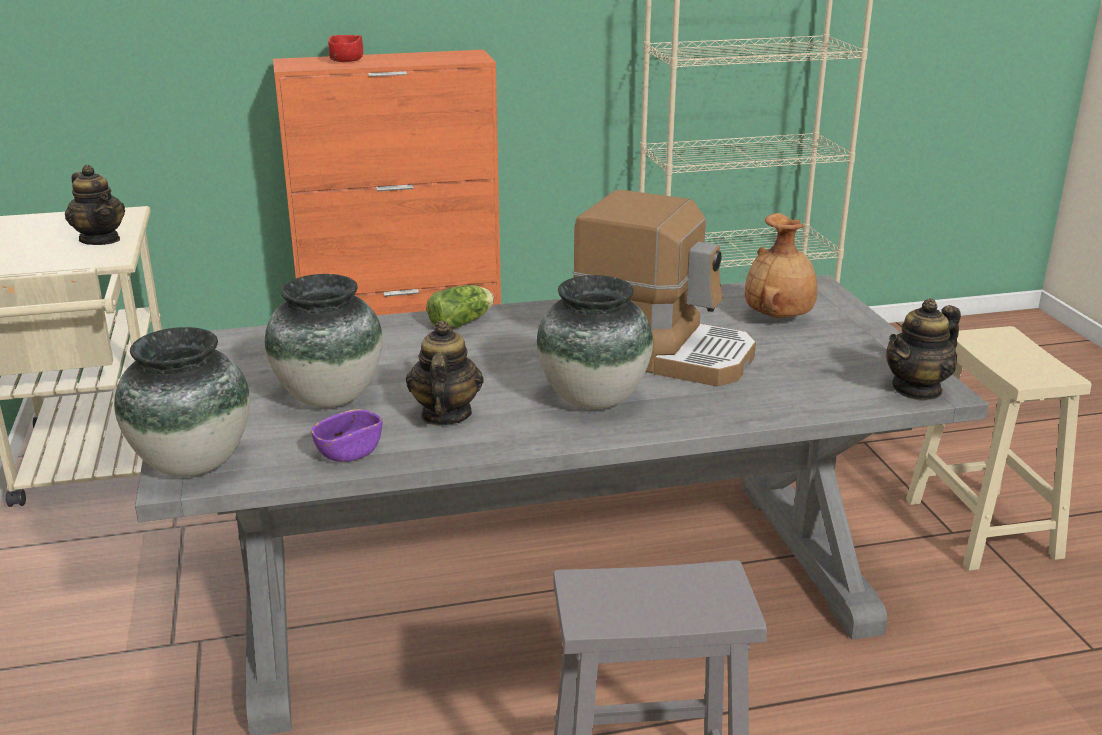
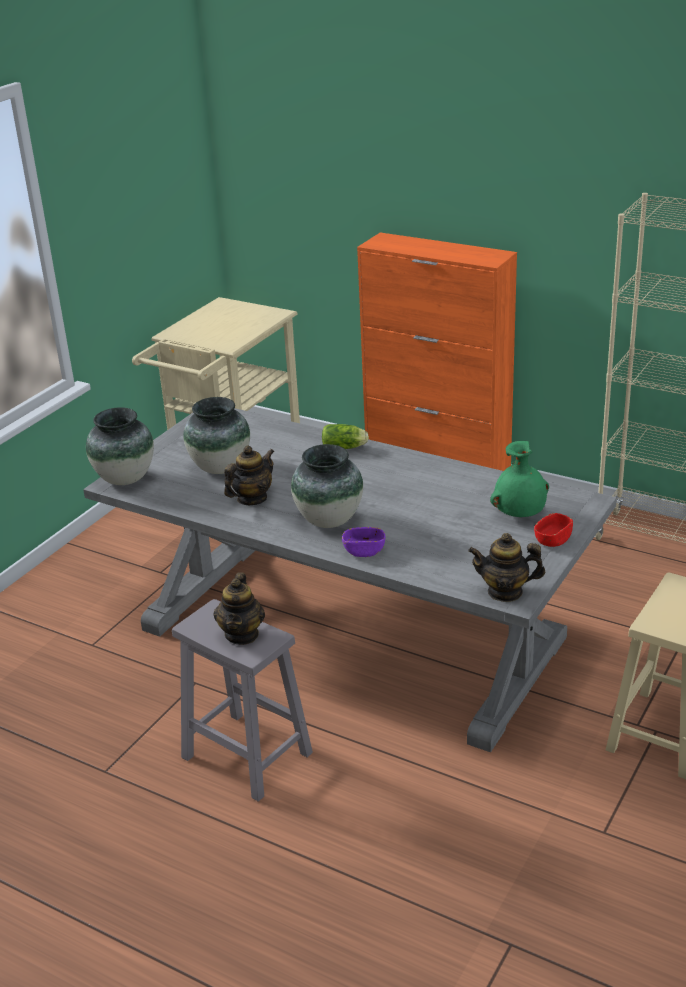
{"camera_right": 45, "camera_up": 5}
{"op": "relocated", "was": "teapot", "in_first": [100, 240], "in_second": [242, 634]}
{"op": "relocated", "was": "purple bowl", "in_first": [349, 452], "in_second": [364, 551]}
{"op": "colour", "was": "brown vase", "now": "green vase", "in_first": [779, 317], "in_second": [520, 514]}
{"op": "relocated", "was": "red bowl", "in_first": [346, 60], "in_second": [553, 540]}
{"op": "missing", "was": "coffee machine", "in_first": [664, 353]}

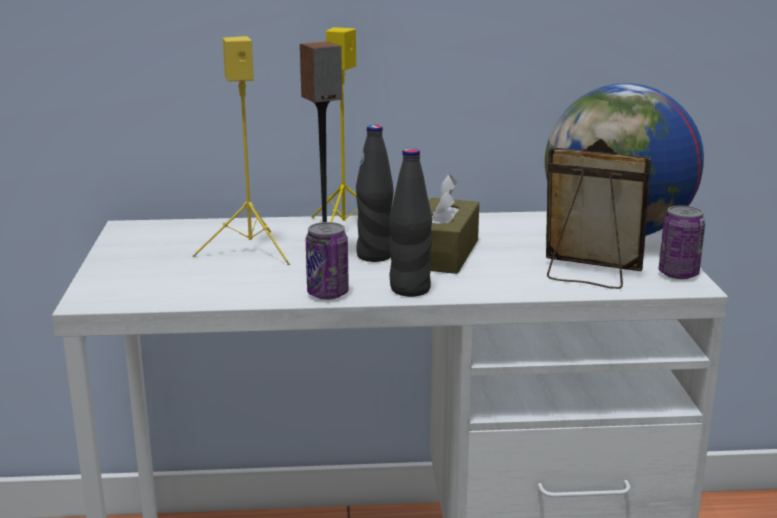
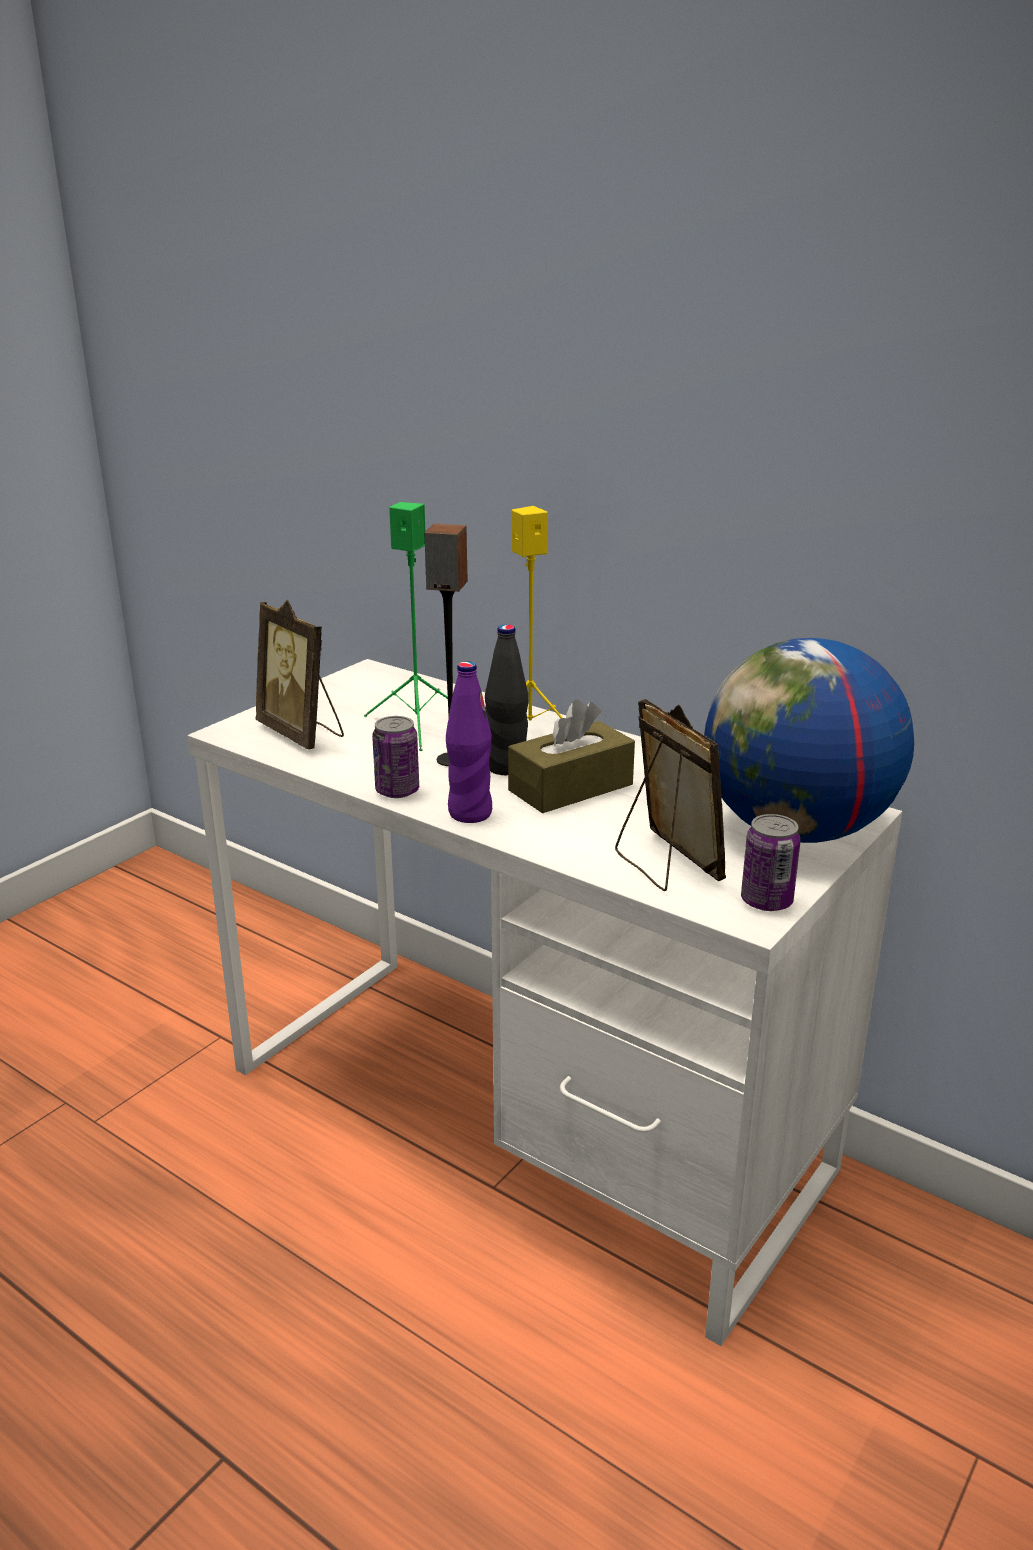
{"camera_right": 40, "camera_up": 5}
{"op": "appeared", "now": "picture frame", "in_second": [302, 733]}
{"op": "colour", "was": "yellow speaker", "now": "green speaker", "in_first": [250, 250], "in_second": [418, 724]}
{"op": "colour", "was": "black bottle", "now": "purple bottle", "in_first": [410, 289], "in_second": [470, 813]}

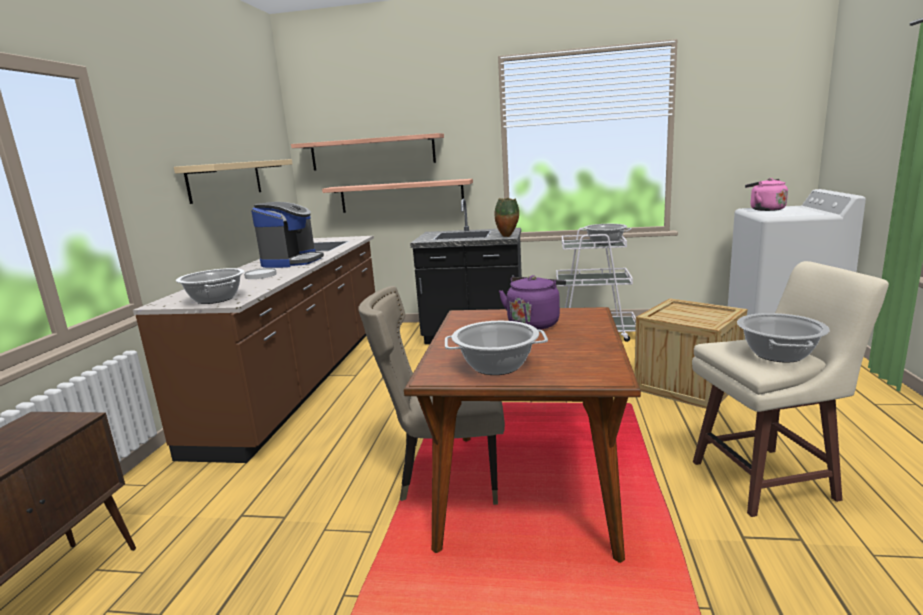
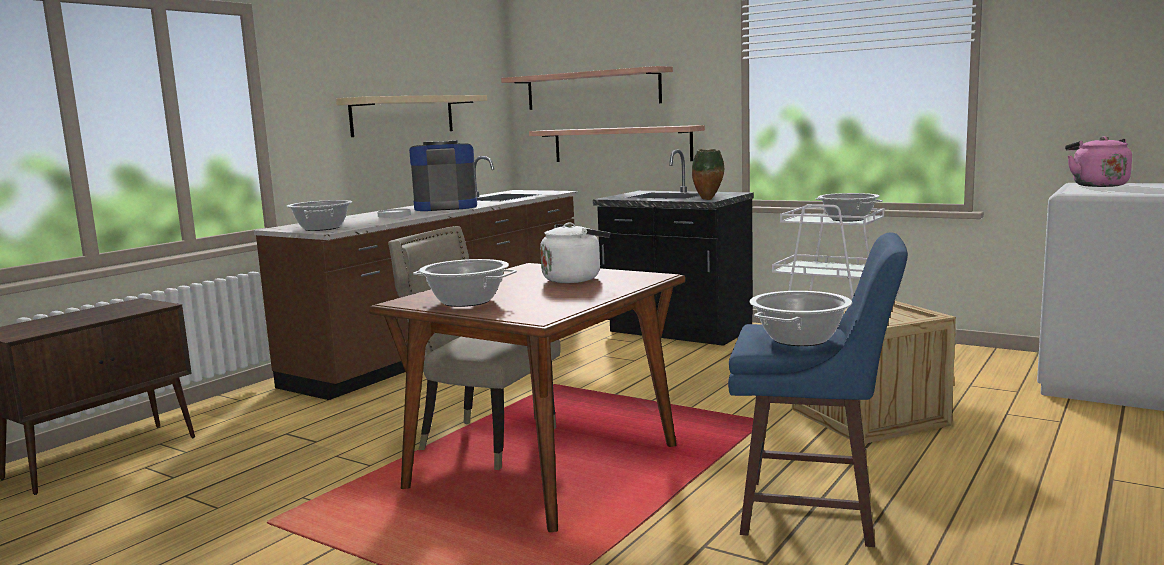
{"camera_right": 25, "camera_up": -5}
{"op": "spun", "was": "coffee machine", "in_first": [292, 261], "in_second": [445, 207], "clockwise": -135}
{"op": "colour", "was": "purple kettle", "now": "white kettle", "in_first": [534, 323], "in_second": [574, 279]}
{"op": "colour", "was": "beige stool", "now": "blue stool", "in_first": [767, 480], "in_second": [813, 513]}

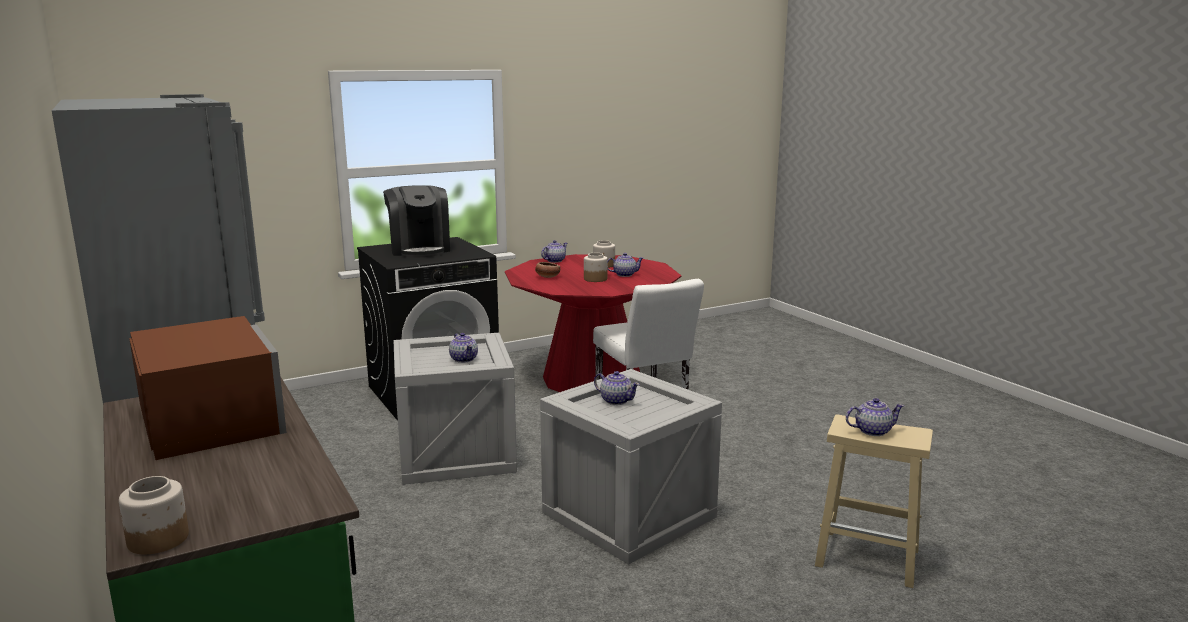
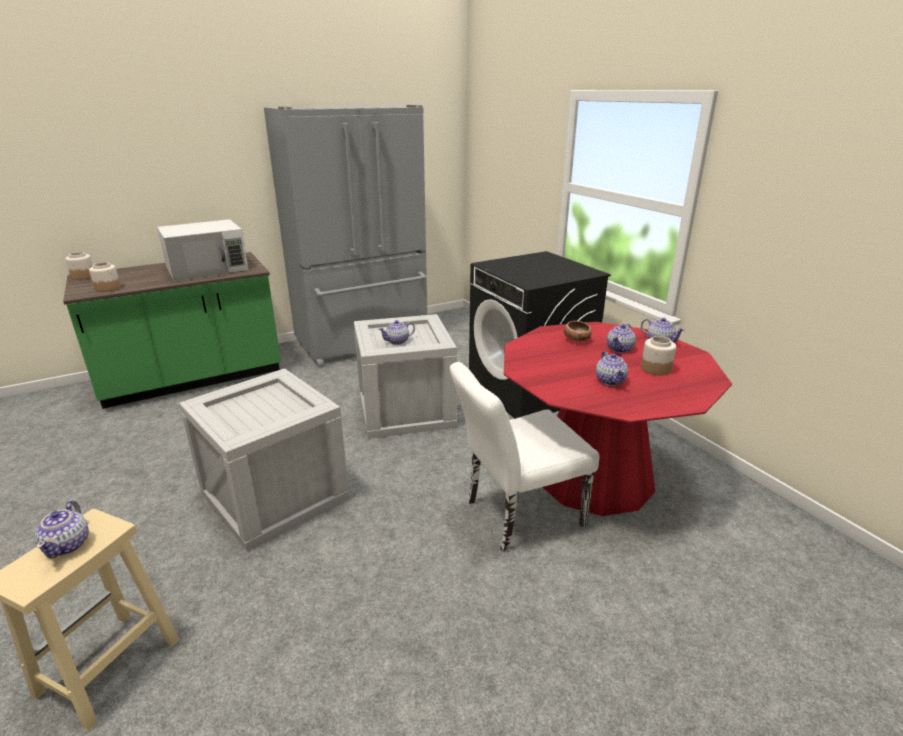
{"camera_right": 90, "camera_up": 10}
{"op": "relocated", "was": "jar", "in_first": [595, 279], "in_second": [108, 288]}
{"op": "colour", "was": "brown microwave", "now": "white microwave", "in_first": [211, 419], "in_second": [207, 268]}
{"op": "relocated", "was": "teapot", "in_first": [616, 400], "in_second": [620, 349]}
{"op": "missing", "was": "coffee machine", "in_first": [419, 249]}

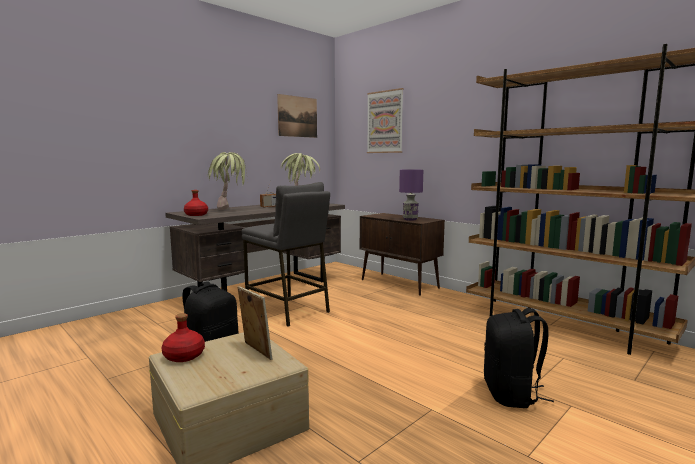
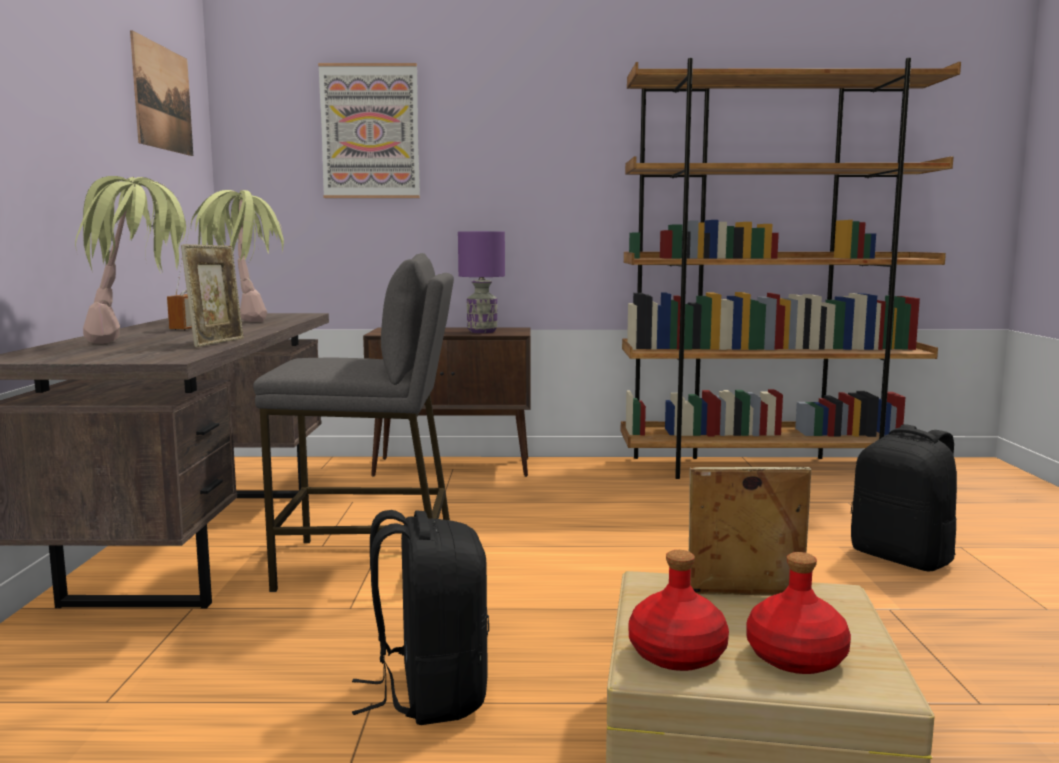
{"camera_right": -45, "camera_up": 0}
{"op": "appeared", "now": "picture frame", "in_second": [217, 343]}
{"op": "relocated", "was": "red bottle", "in_first": [196, 215], "in_second": [795, 658]}

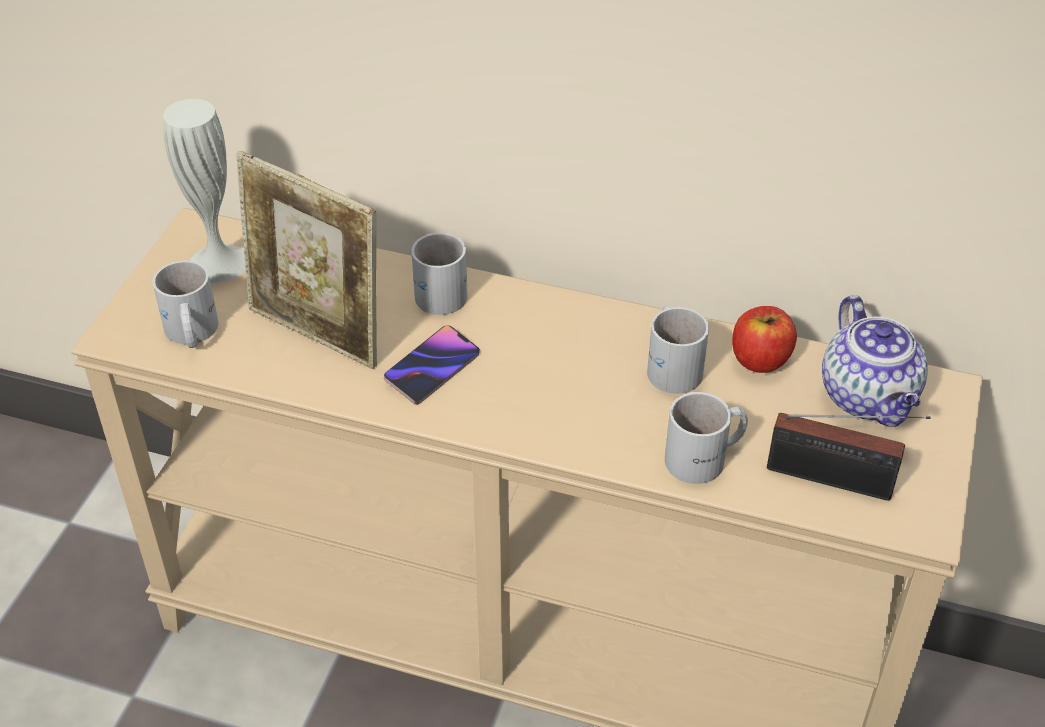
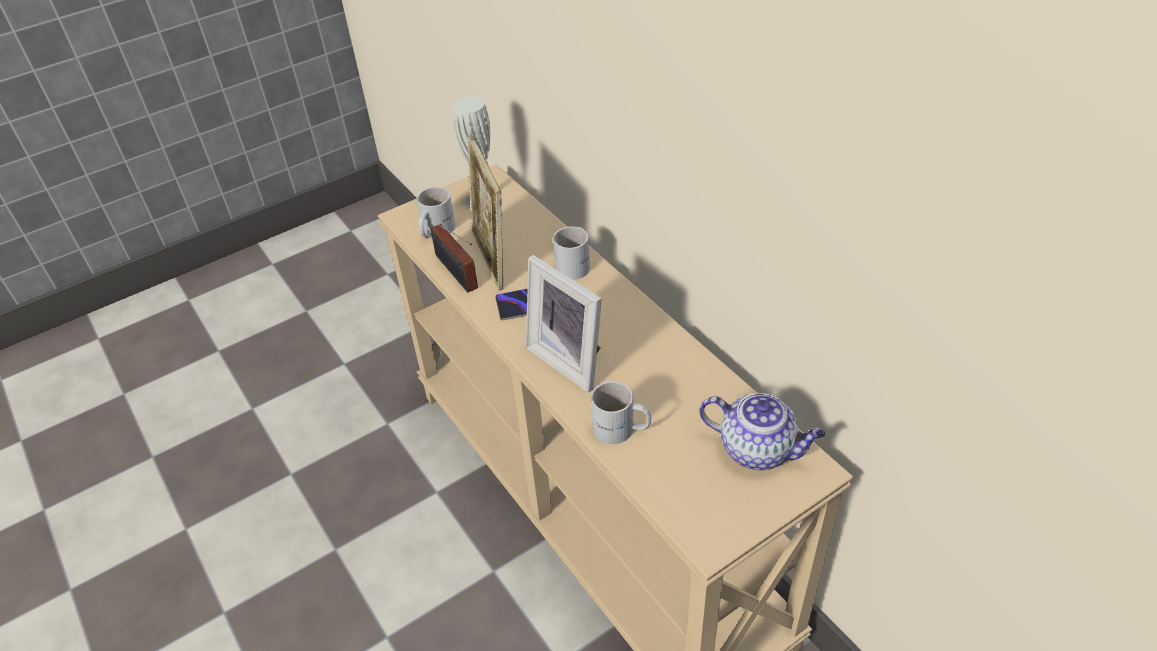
{"camera_right": 40, "camera_up": 0}
{"op": "relocated", "was": "radio", "in_first": [836, 481], "in_second": [457, 274]}
{"op": "appeared", "now": "picture frame", "in_second": [571, 359]}
{"op": "spun", "was": "teapot", "in_first": [869, 399], "in_second": [758, 449], "clockwise": -90}
{"op": "missing", "was": "white mug", "in_first": [674, 365]}
{"op": "missing", "was": "apple", "in_first": [760, 359]}

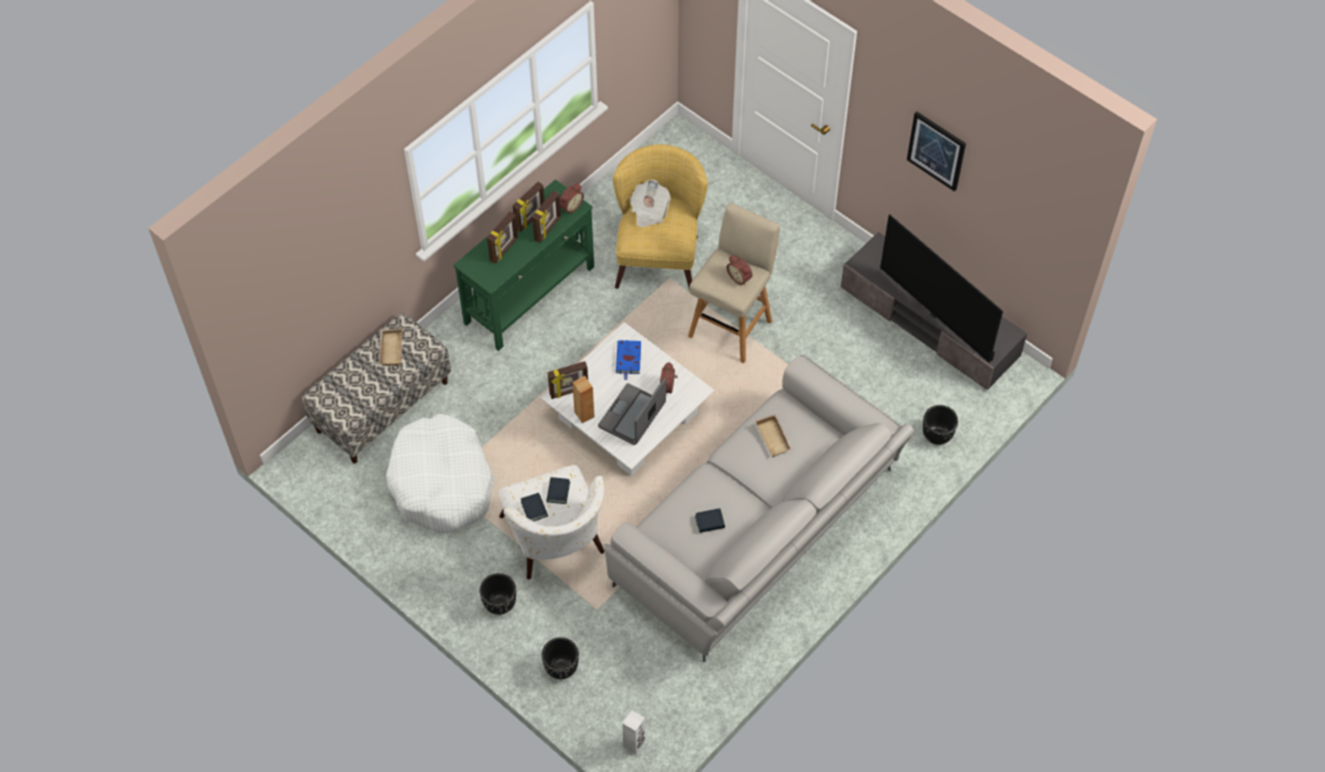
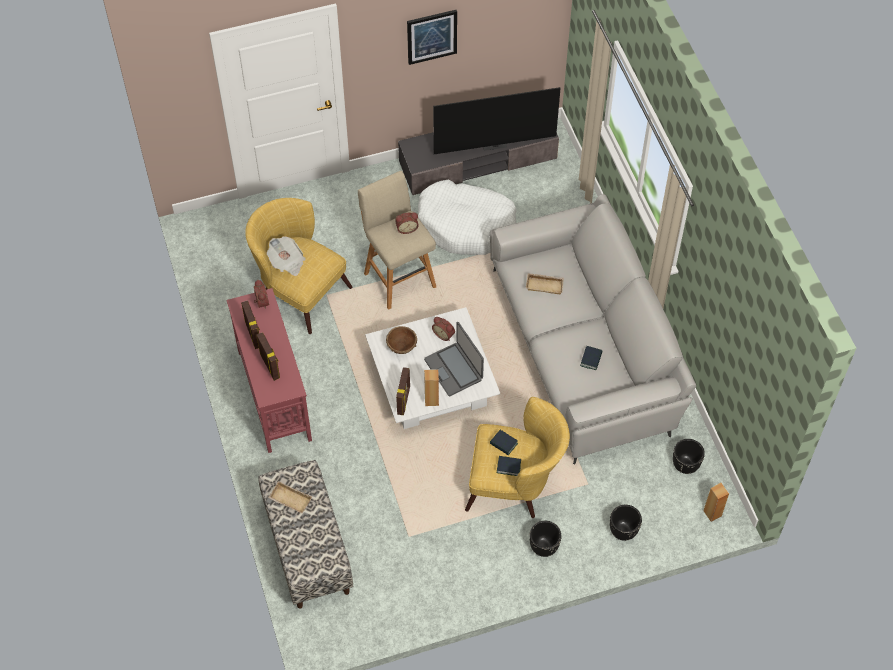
{"camera_right": -60, "camera_up": 0}
{"op": "colour", "was": "green console table", "now": "red console table", "in_first": [530, 295], "in_second": [274, 393]}
{"op": "exchanged", "was": "blue book", "now": "brown bowl", "in_first": [628, 360], "in_second": [402, 348]}
{"op": "relocated", "was": "white dog bed", "in_first": [442, 483], "in_second": [466, 225]}
{"op": "colour", "was": "white armchair", "now": "yellow armchair", "in_first": [556, 544], "in_second": [515, 484]}
{"op": "relocated", "was": "black planter", "in_first": [937, 436], "in_second": [685, 465]}
{"op": "colour", "was": "white speaker", "now": "brown speaker", "in_first": [634, 744], "in_second": [712, 513]}
{"op": "missing", "was": "picture frame", "in_first": [548, 229]}

